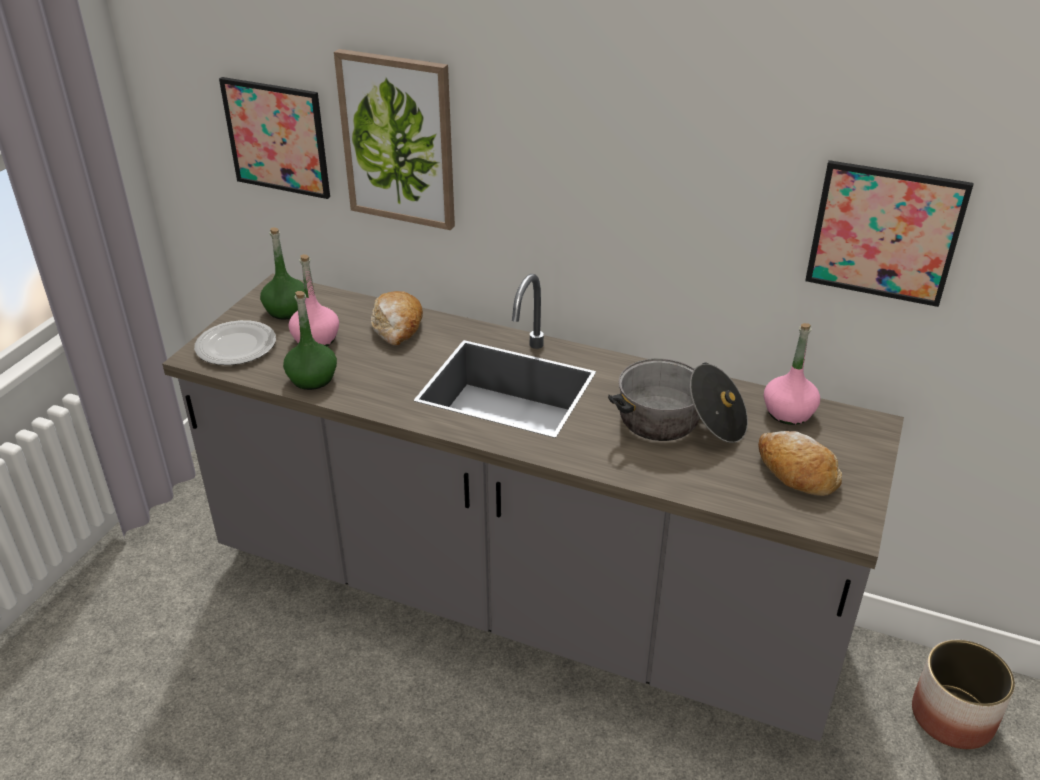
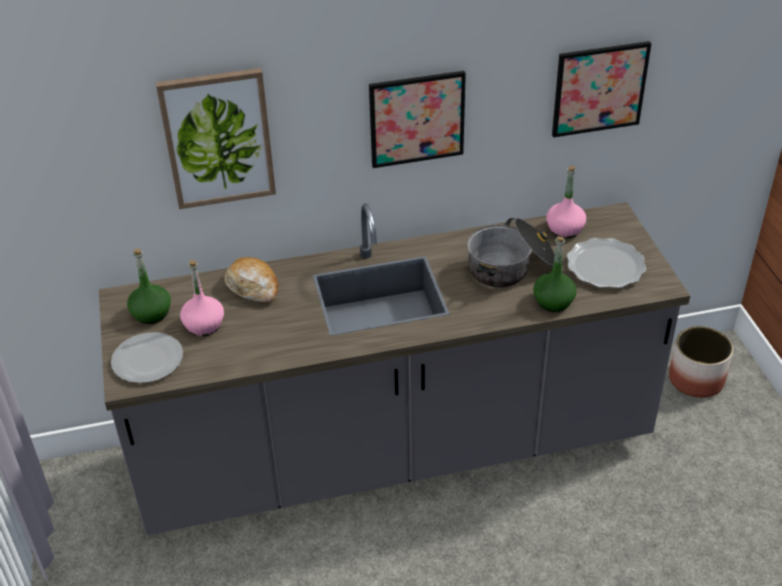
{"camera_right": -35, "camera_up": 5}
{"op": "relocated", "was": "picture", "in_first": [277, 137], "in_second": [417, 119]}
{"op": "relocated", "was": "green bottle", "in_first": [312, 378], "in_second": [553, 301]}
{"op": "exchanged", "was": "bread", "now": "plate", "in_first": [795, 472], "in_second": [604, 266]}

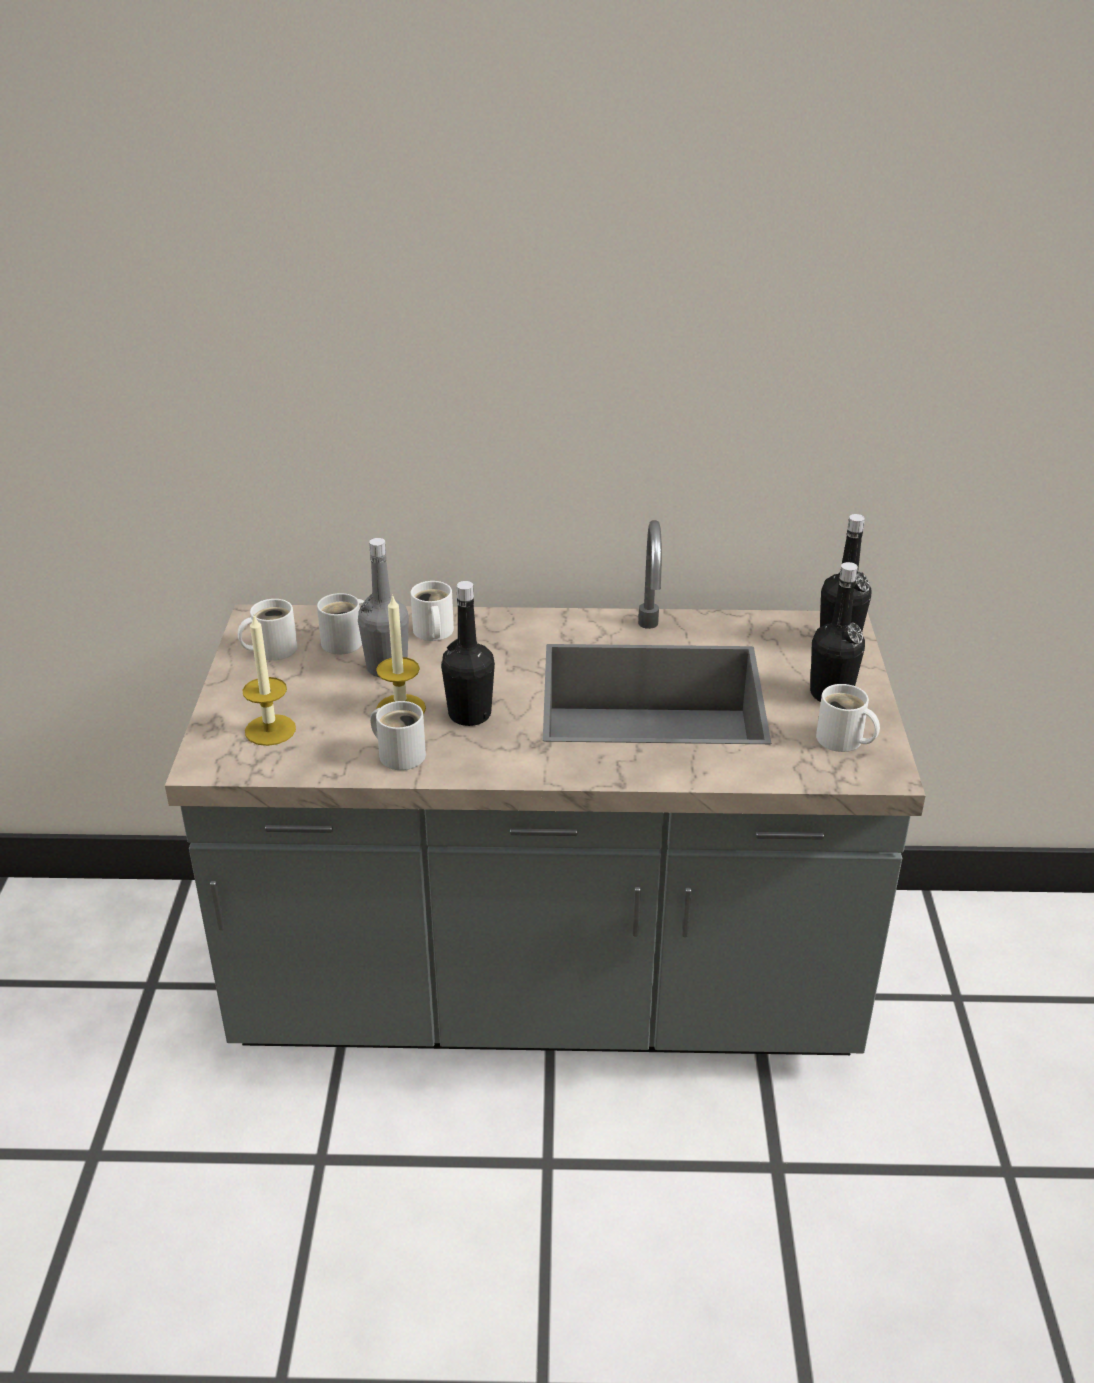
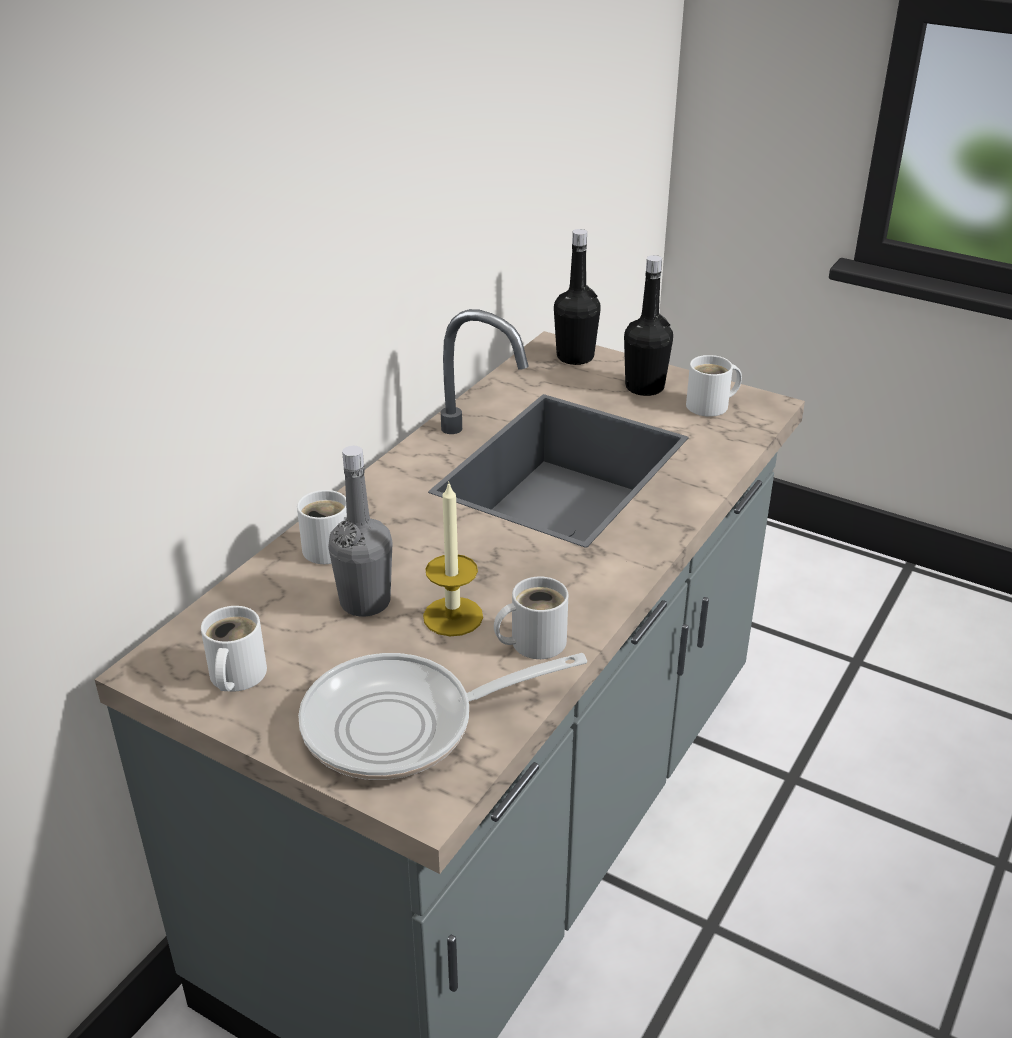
{"camera_right": -60, "camera_up": 0}
{"op": "exchanged", "was": "candle", "now": "frying pan", "in_first": [270, 730], "in_second": [404, 725]}
{"op": "missing", "was": "white mug", "in_first": [346, 642]}
{"op": "missing", "was": "black bottle", "in_first": [469, 714]}

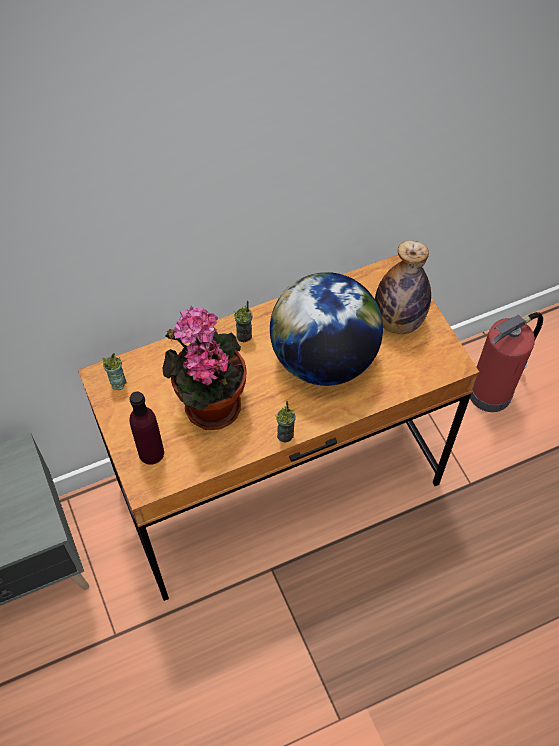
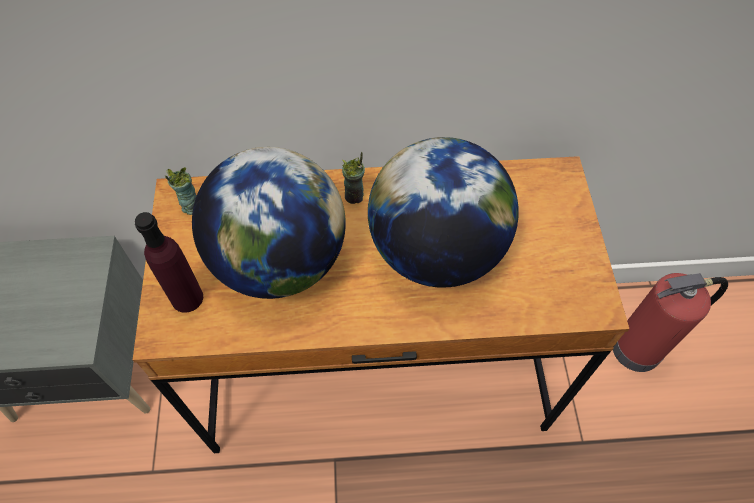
{"camera_right": 20, "camera_up": 0}
{"op": "exchanged", "was": "potted plant", "now": "globe", "in_first": [209, 403], "in_second": [279, 260]}
{"op": "missing", "was": "cup", "in_first": [285, 434]}
{"op": "missing", "was": "bottle", "in_first": [398, 321]}

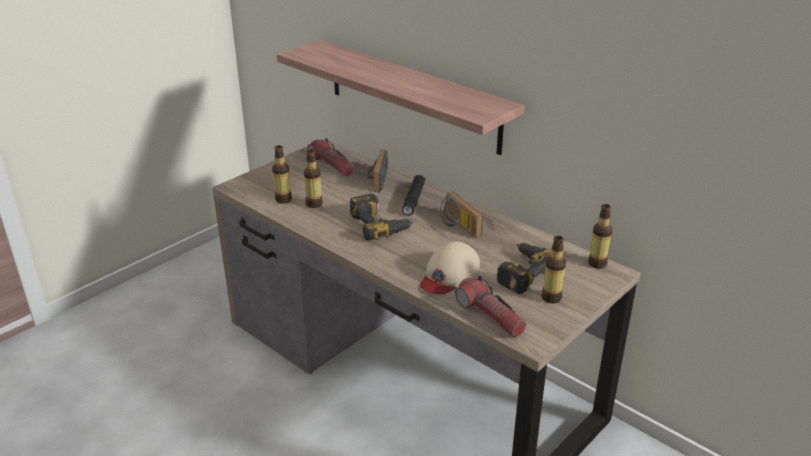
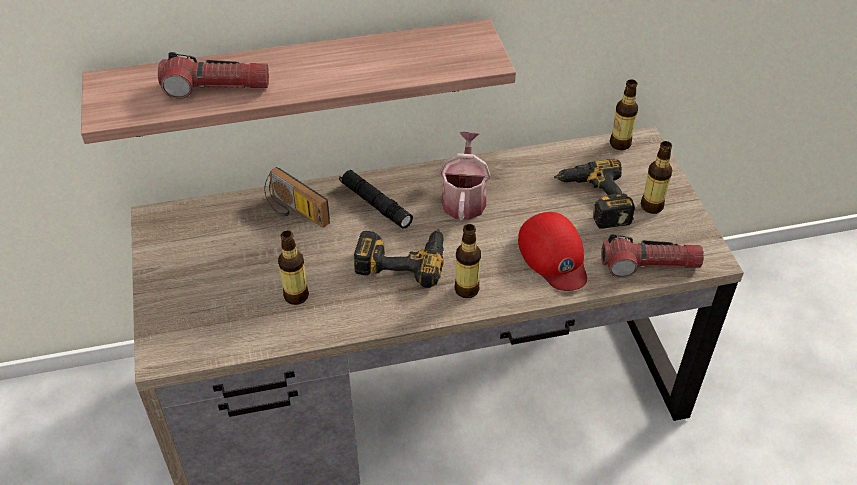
{"camera_right": -55, "camera_up": 15}
{"op": "relocated", "was": "flashlight", "in_first": [331, 165], "in_second": [216, 87]}
{"op": "exchanged", "was": "radio", "now": "watering can", "in_first": [457, 225], "in_second": [464, 198]}
{"op": "relocated", "was": "bottle", "in_first": [283, 199], "in_second": [466, 289]}
{"op": "colour", "was": "beige cap", "now": "red cap", "in_first": [449, 274], "in_second": [553, 256]}

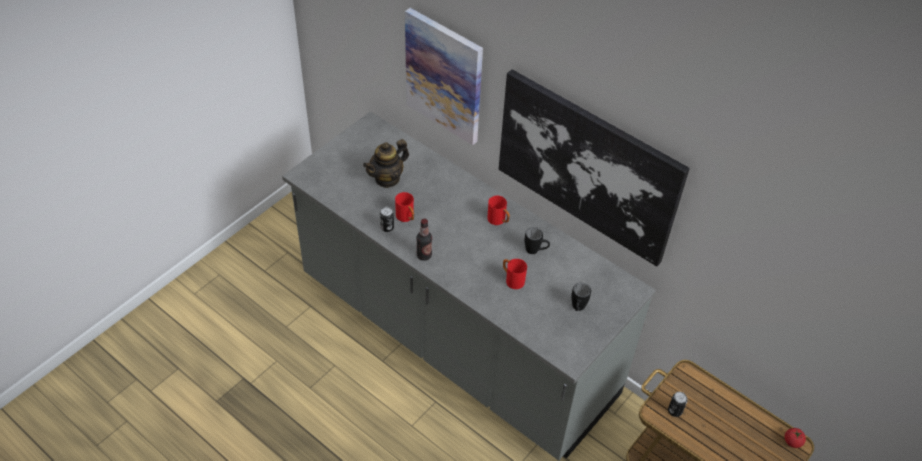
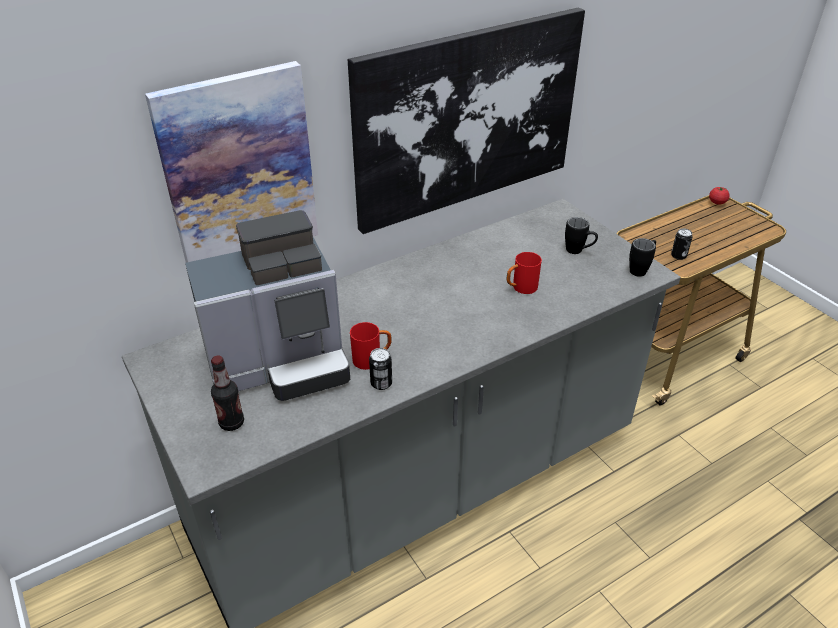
{"camera_right": -70, "camera_up": -10}
{"op": "exchanged", "was": "teapot", "now": "coffee machine", "in_first": [387, 178], "in_second": [281, 364]}
{"op": "relocated", "was": "bottle", "in_first": [424, 255], "in_second": [232, 423]}
{"op": "relocated", "was": "black mug", "in_first": [536, 251], "in_second": [641, 269]}
{"op": "missing", "was": "red mug", "in_first": [499, 221]}

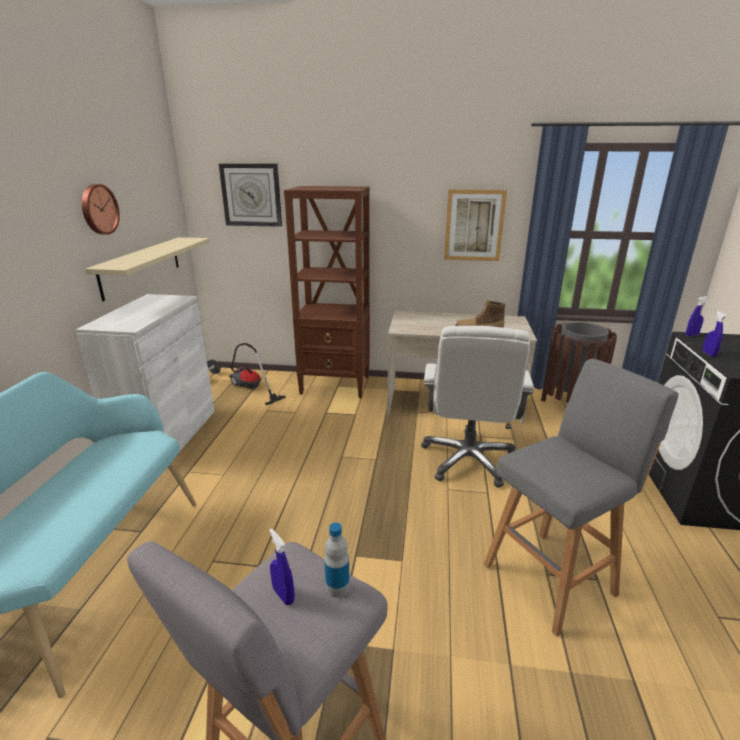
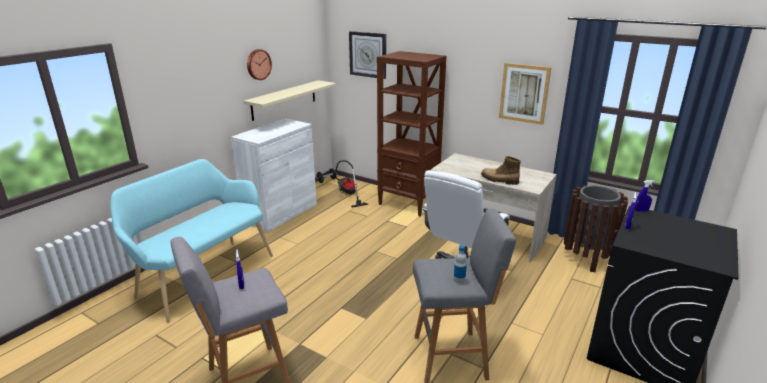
{"camera_right": 25, "camera_up": 0}
{"op": "relocated", "was": "bottle", "in_first": [337, 587], "in_second": [459, 280]}

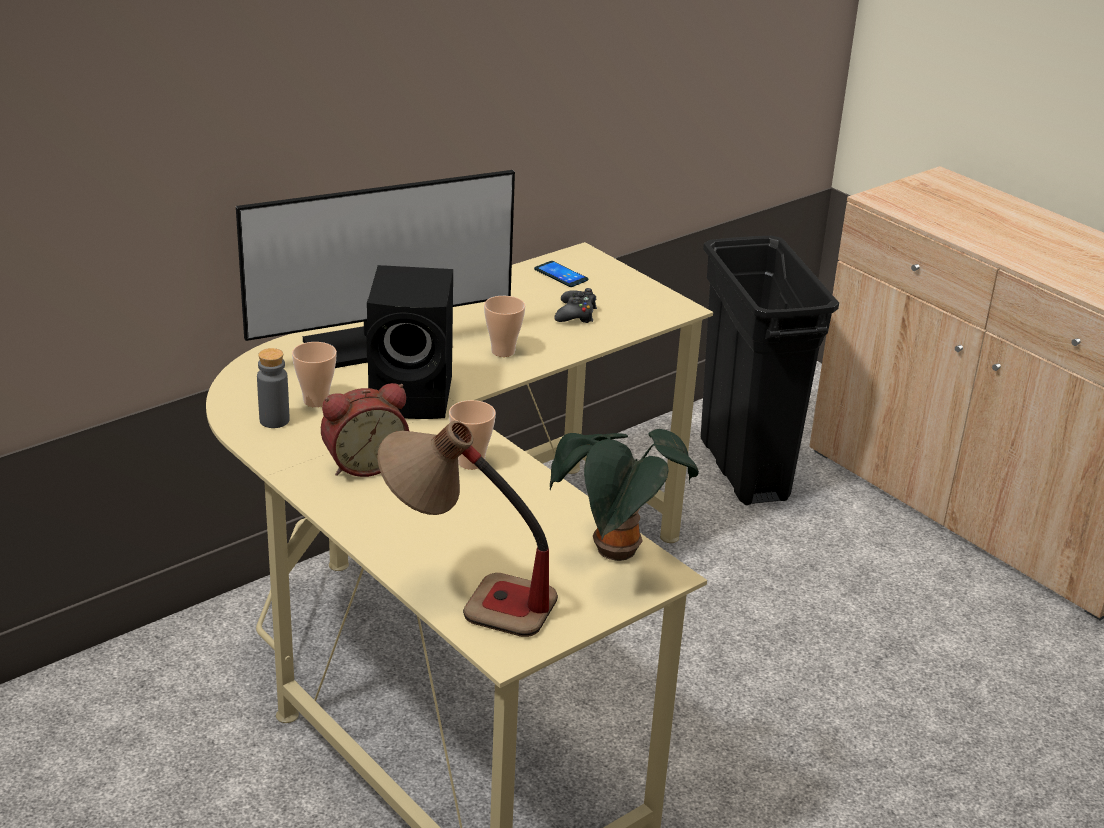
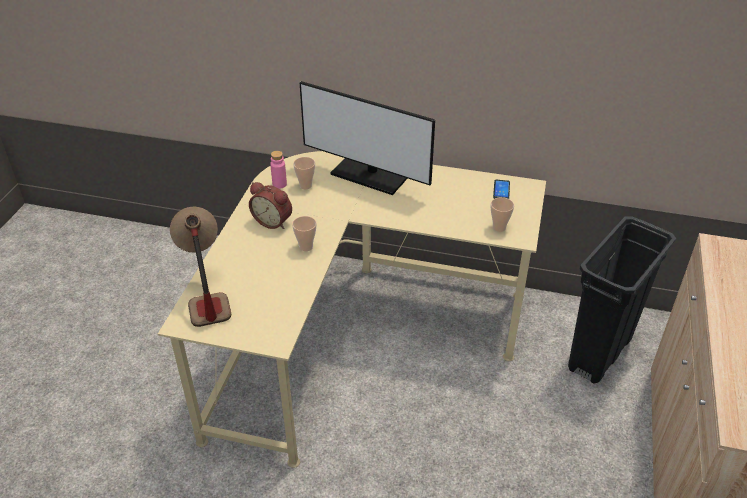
{"camera_right": 55, "camera_up": 10}
{"op": "colour", "was": "grey bottle", "now": "pink bottle", "in_first": [274, 420], "in_second": [279, 184]}
{"op": "relocated", "was": "cup", "in_first": [503, 351], "in_second": [499, 227]}
{"op": "missing", "was": "black speaker", "in_first": [415, 397]}
{"op": "missing", "was": "potted plant", "in_first": [616, 554]}
{"op": "missing", "was": "black game controller", "in_first": [576, 314]}

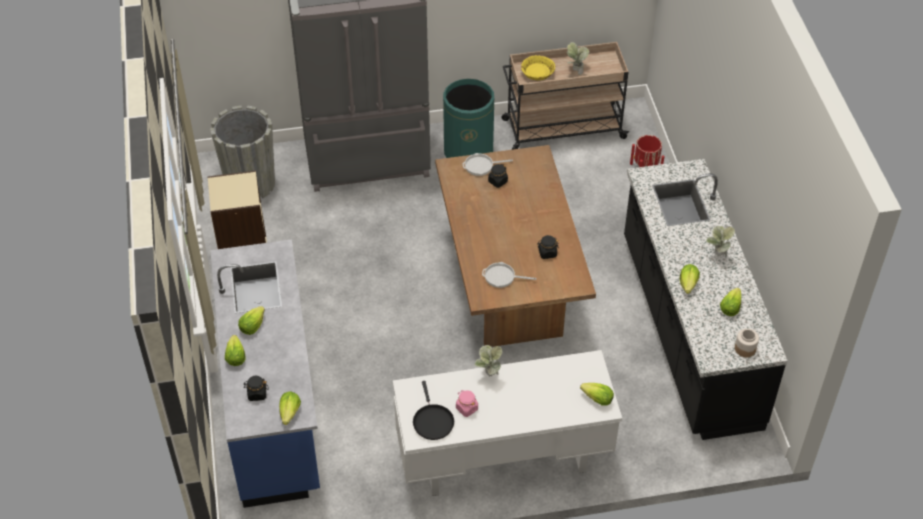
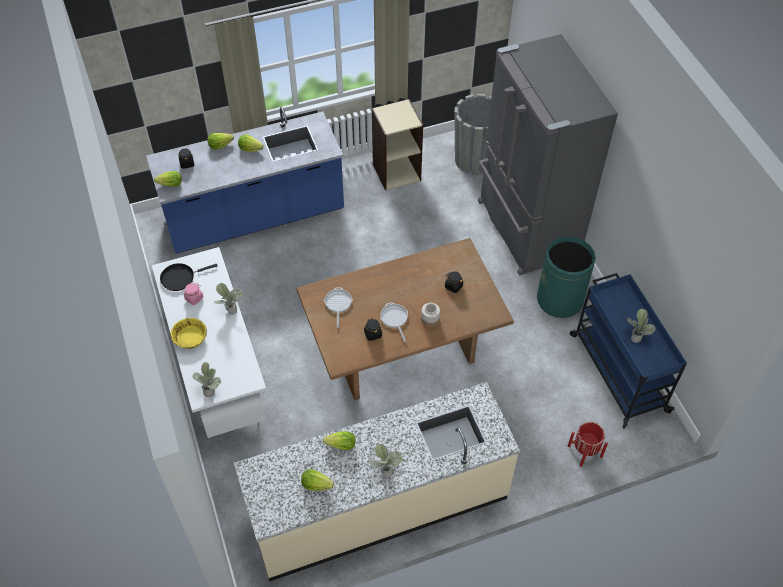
{"camera_right": 80, "camera_up": 5}
{"op": "relocated", "was": "yellow bowl", "in_first": [537, 73], "in_second": [190, 337]}
{"op": "exchanged", "was": "lettuce", "now": "potted plant", "in_first": [597, 399], "in_second": [210, 389]}
{"op": "colour", "was": "black counter", "now": "beige counter", "in_first": [688, 331], "in_second": [378, 505]}
{"op": "relocated", "was": "frying pan", "in_first": [481, 166], "in_second": [394, 319]}
{"op": "relocated", "was": "jar", "in_first": [745, 348], "in_second": [430, 319]}
{"op": "colour", "was": "beige cart", "now": "blue cart", "in_first": [562, 129], "in_second": [617, 371]}

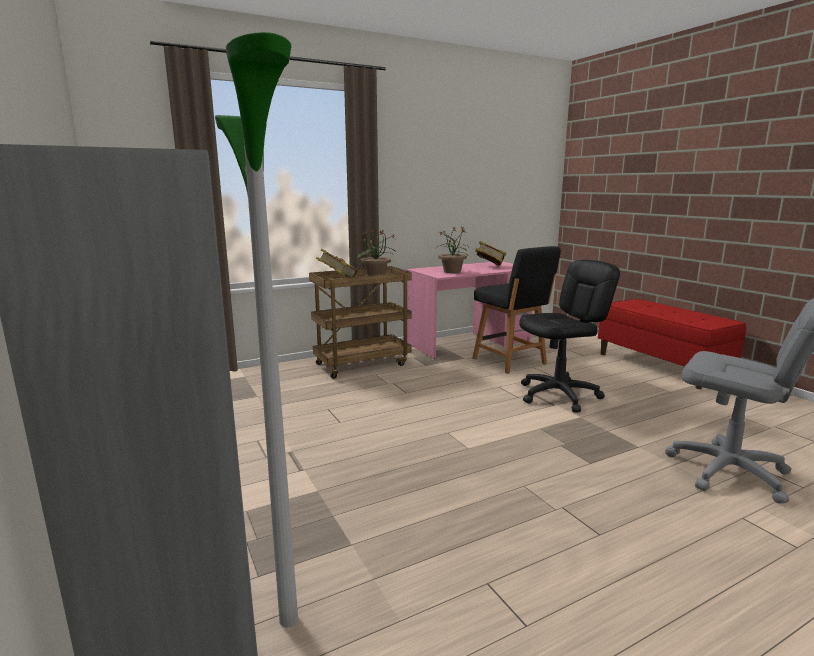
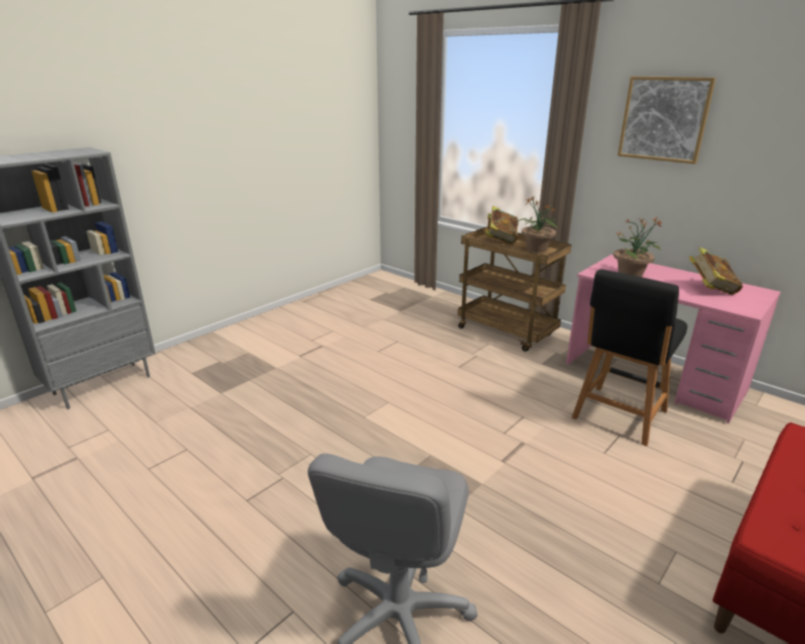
{"camera_right": 70, "camera_up": 10}
{"op": "appeared", "now": "picture", "in_second": [664, 119]}
{"op": "missing", "was": "floor lamp", "in_first": [289, 619]}
{"op": "missing", "was": "black office chair", "in_first": [559, 395]}

